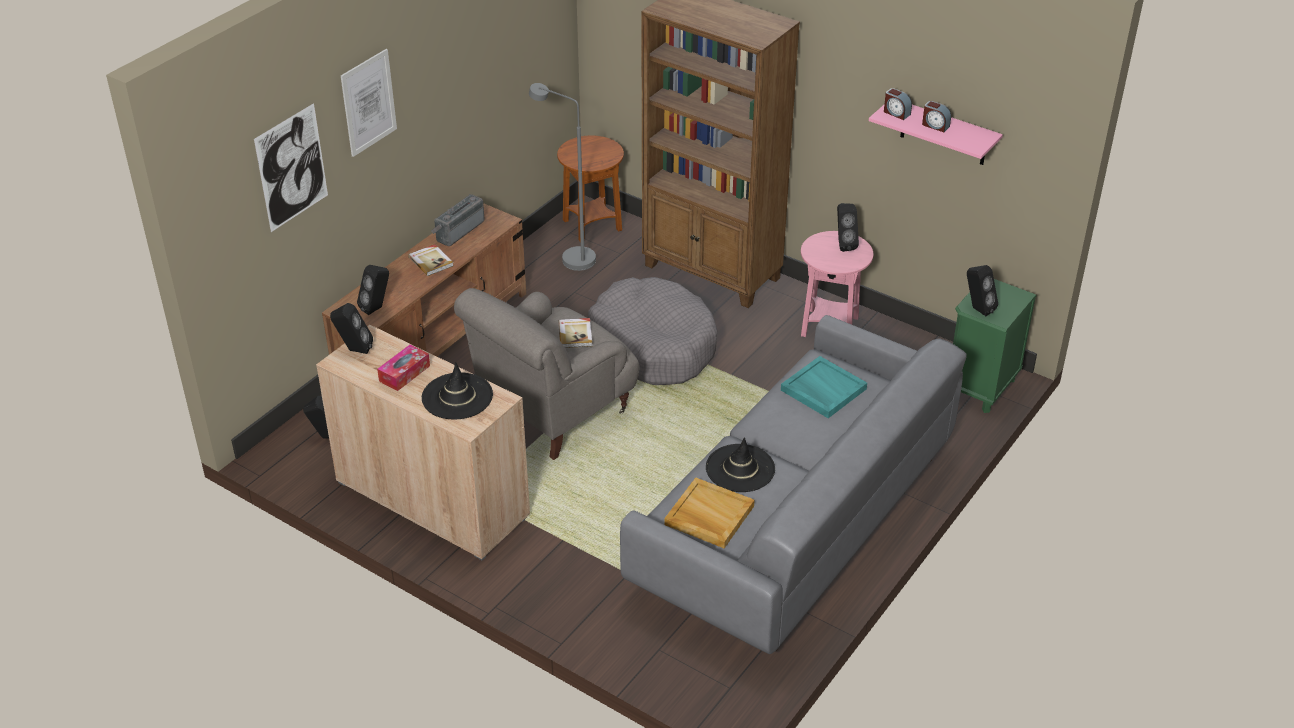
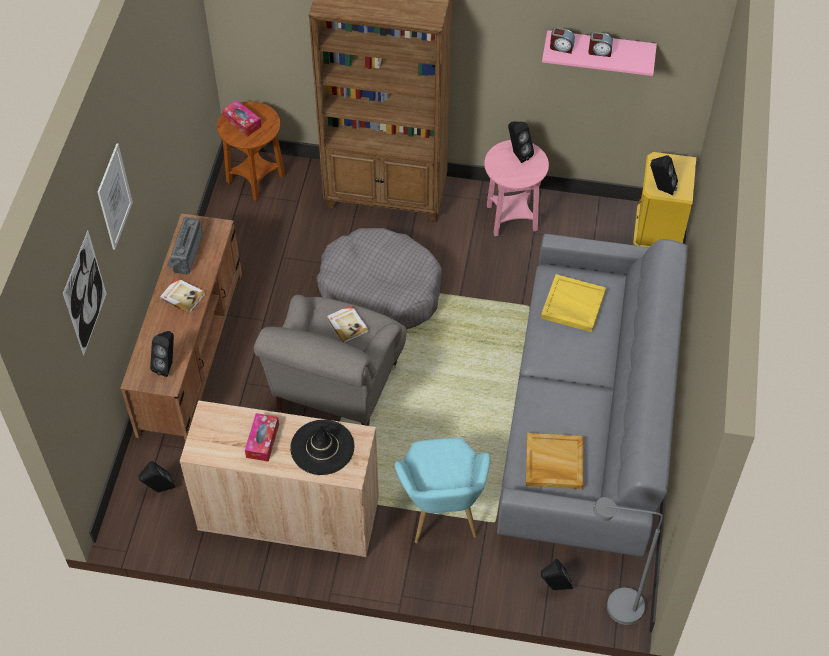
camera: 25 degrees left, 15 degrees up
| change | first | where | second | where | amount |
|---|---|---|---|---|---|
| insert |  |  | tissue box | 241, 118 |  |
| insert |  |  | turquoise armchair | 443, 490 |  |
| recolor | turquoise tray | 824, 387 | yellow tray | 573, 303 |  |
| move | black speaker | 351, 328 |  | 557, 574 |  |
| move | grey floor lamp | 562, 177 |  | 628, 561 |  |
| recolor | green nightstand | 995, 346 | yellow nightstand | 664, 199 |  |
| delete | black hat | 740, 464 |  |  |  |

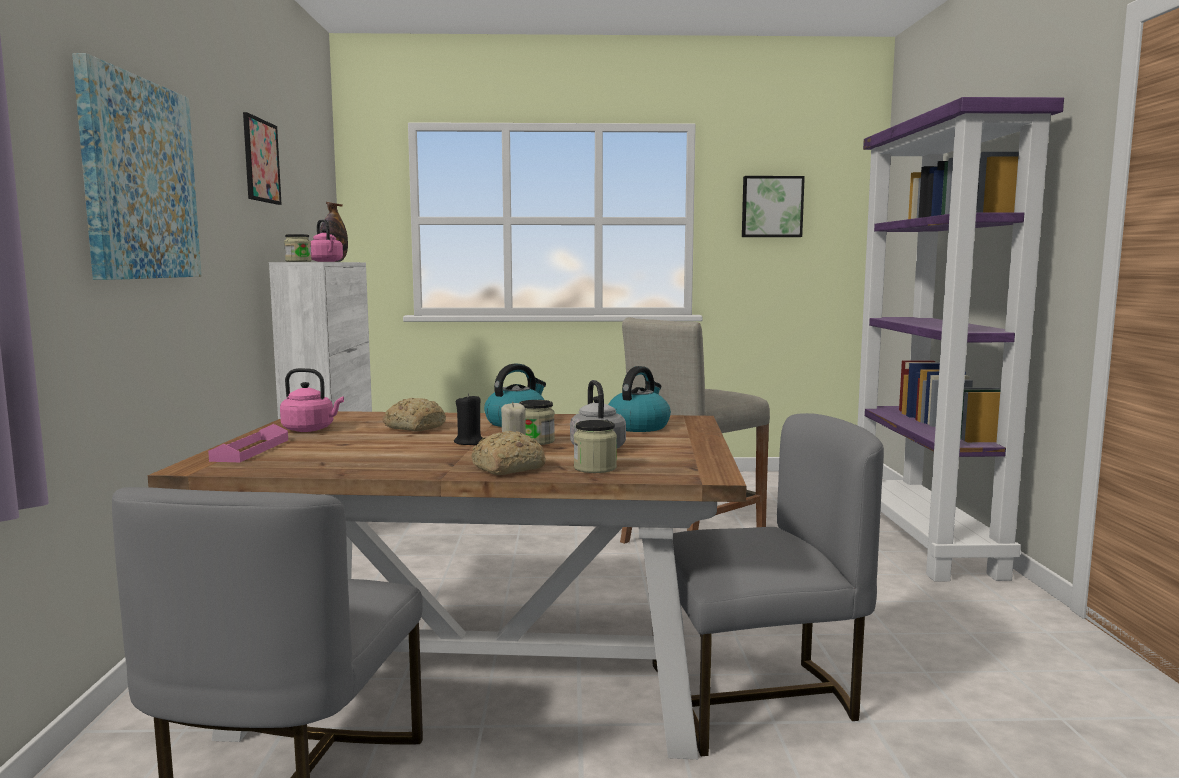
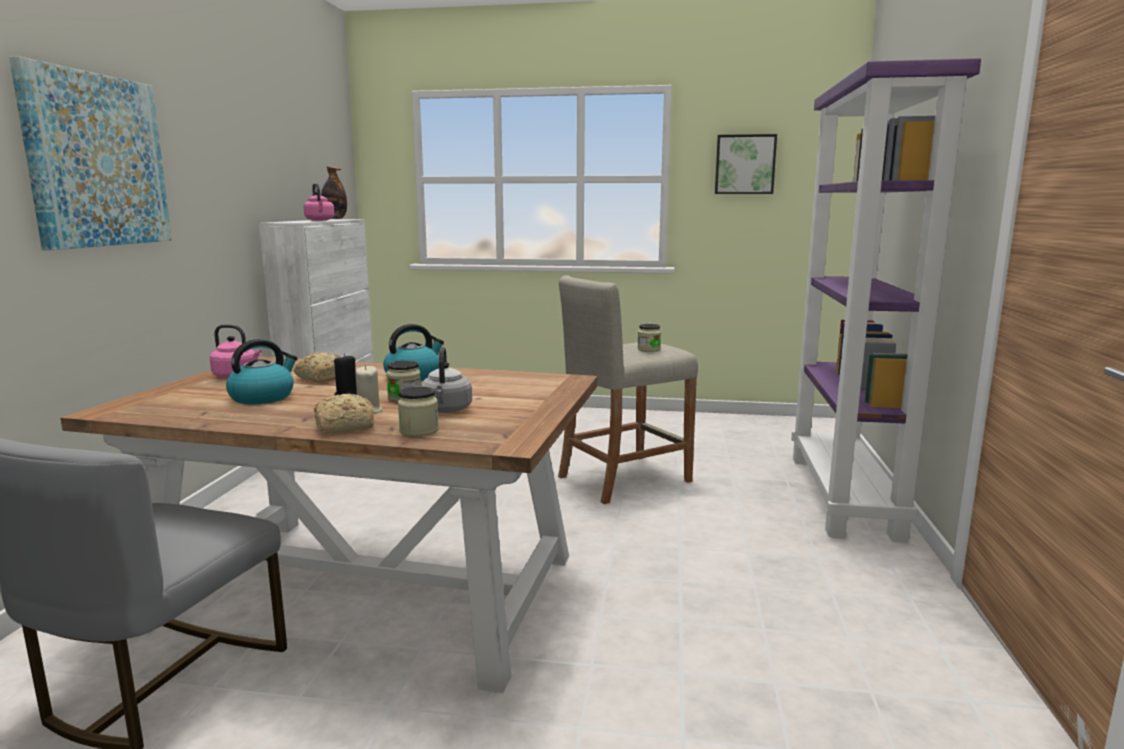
camera: 10 degrees right, 5 degrees up
| change | first | where | second | where | amount |
|---|---|---|---|---|---|
| move | kettle | 639, 399 |  | 262, 371 |  |
| move | jar | 298, 248 |  | 649, 338 |  |
| delete | pink tray | 248, 443 |  |  |  |
| delete | picture | 262, 158 |  |  |  |
| delete | grey chair | 768, 584 |  |  |  |

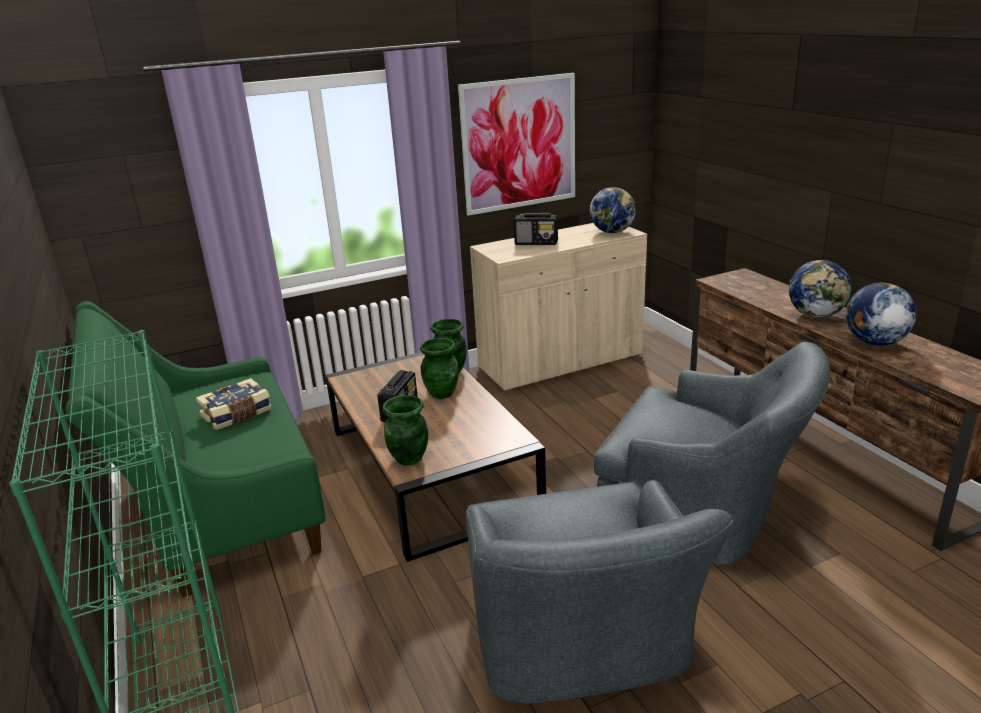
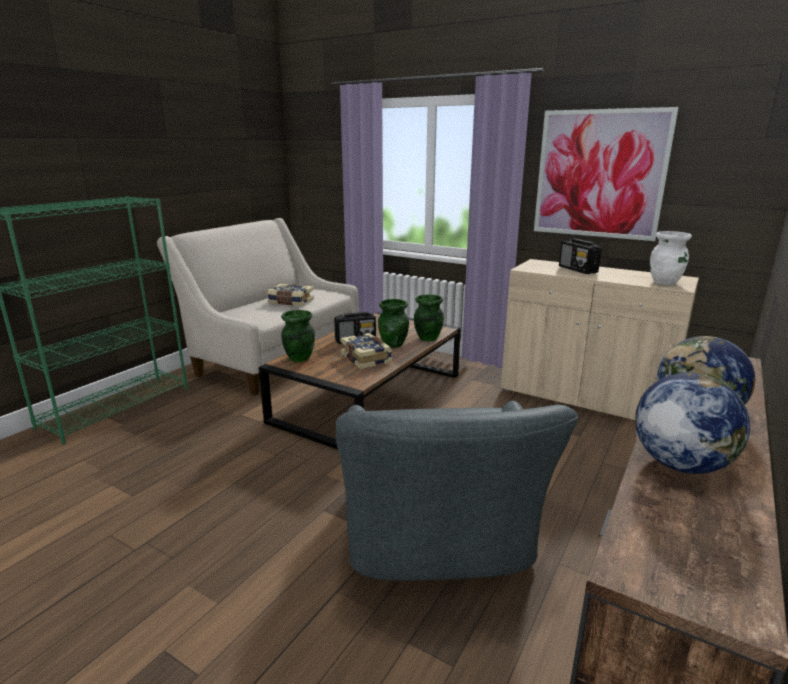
camera: 55 degrees right, 5 degrees down
| change | first | where | second | where | amount |
|---|---|---|---|---|---|
| recolor | green sofa | 195, 449 | beige sofa | 257, 306 |  |
| insert |  |  | book | 366, 351 |  |
| replace | globe | 613, 210 | white vase | 671, 258 |  |
| delete | grey armchair | 599, 592 |  |  |  |

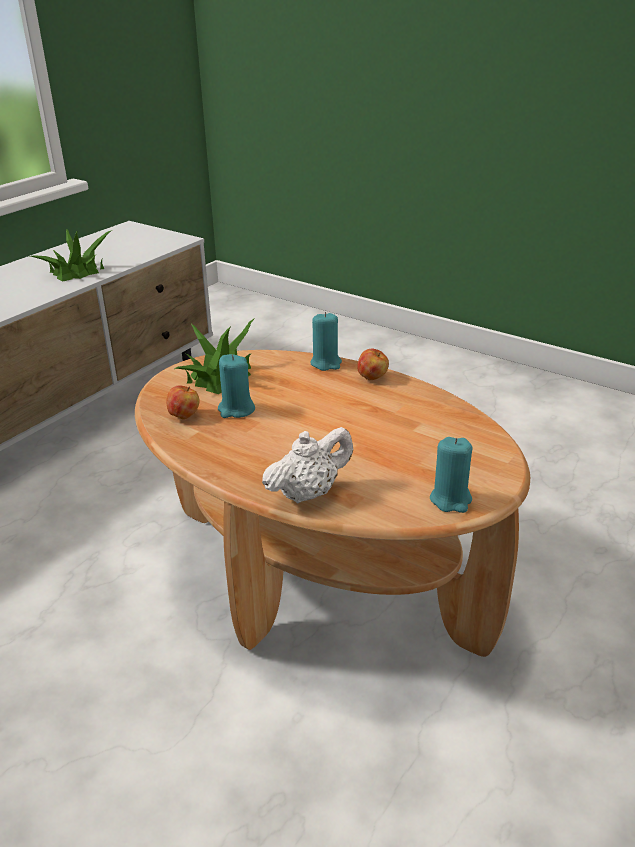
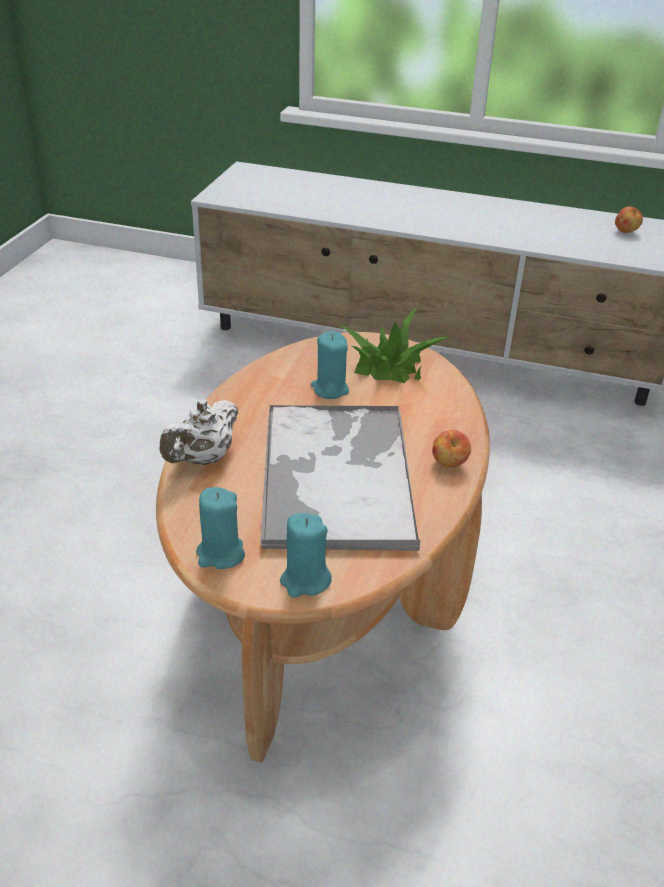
camera: 70 degrees right, 5 degrees up
| change | first | where | second | where | amount |
|---|---|---|---|---|---|
| rotate | white teapot | 307, 465 |  | 199, 432 | 90 degrees clockwise |
| insert |  |  | tray | 340, 478 |  |
| move | turquoise candle | 326, 341 |  | 306, 555 |  |
| move | apple | 183, 402 |  | 629, 219 |  |
| delete | potted plant | 70, 256 |  |  |  |

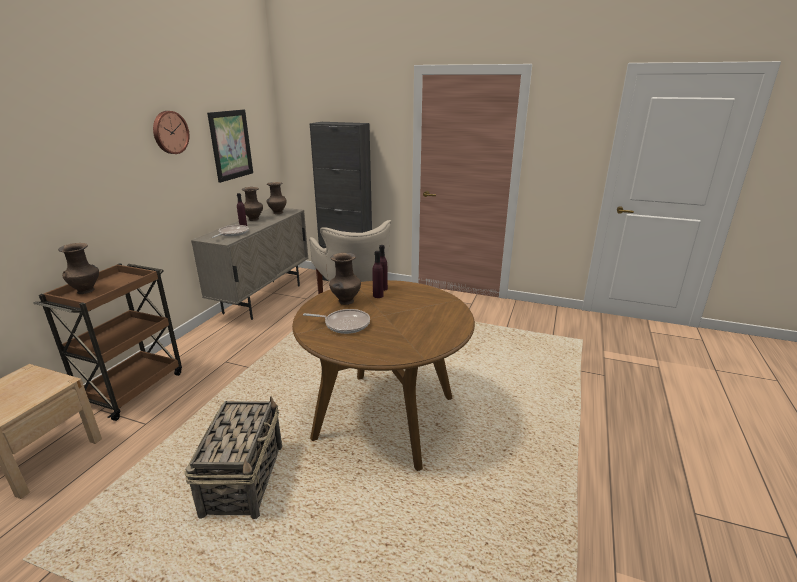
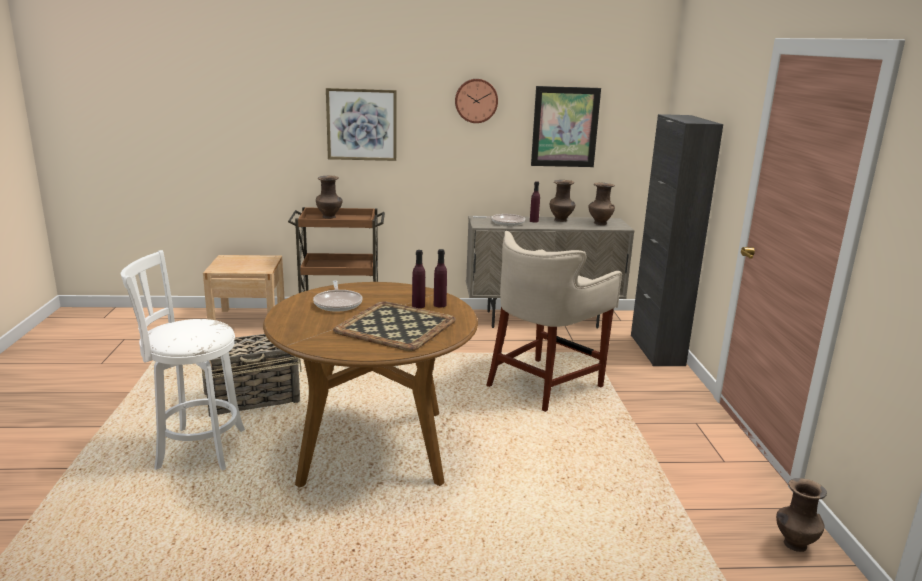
camera: 65 degrees right, 5 degrees down
| change | first | where | second | where | amount |
|---|---|---|---|---|---|
| insert |  |  | white stool | 183, 360 |  |
| insert |  |  | picture | 361, 124 |  |
| insert |  |  | tray | 394, 326 |  |
| move | brown vase | 345, 279 |  | 801, 515 |  |

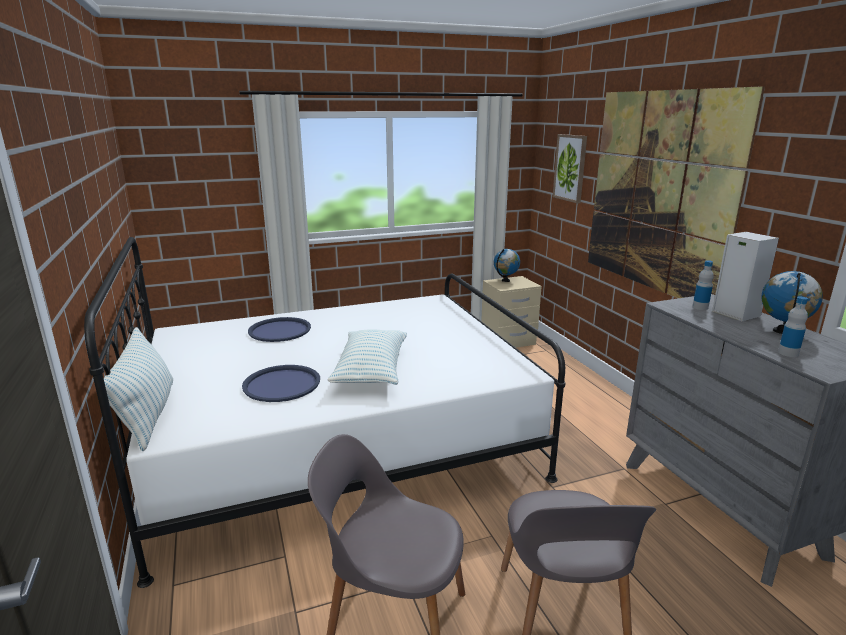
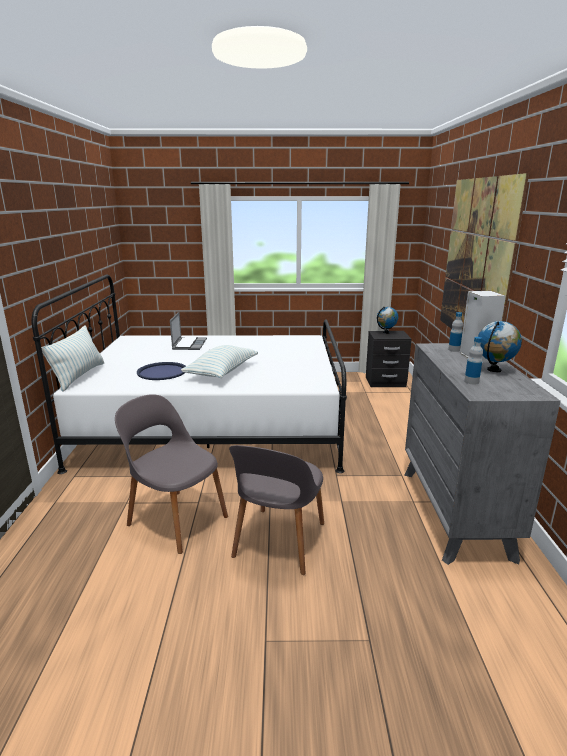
camera: 20 degrees right, 0 degrees up
| change | first | where | second | where | amount |
|---|---|---|---|---|---|
| replace | blue tray | 279, 329 | laptop | 188, 331 |  |
| recolor | beige nightstand | 511, 312 | black nightstand | 389, 359 |  |
| delete | picture | 570, 168 |  |  |  |

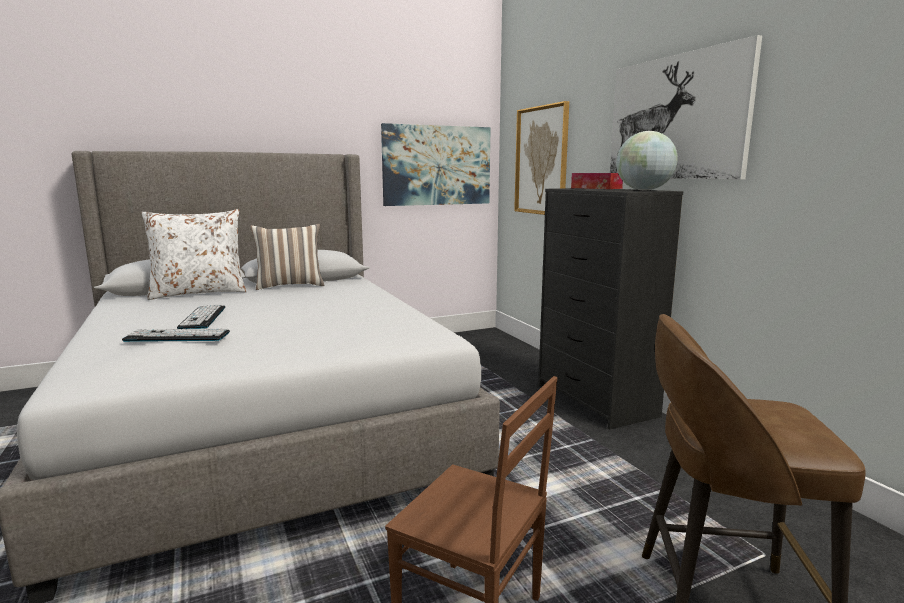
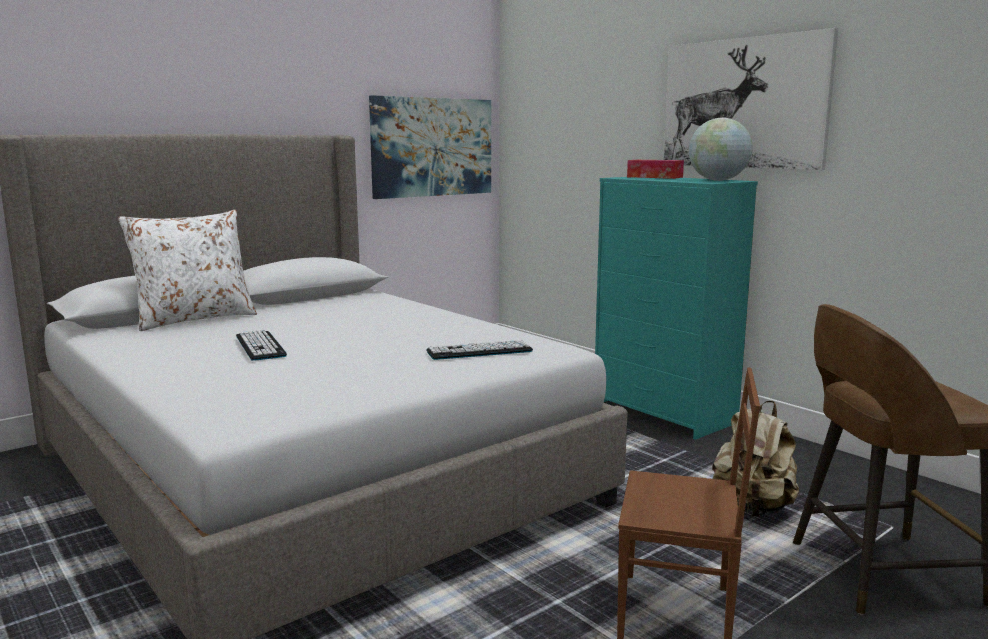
camera: 15 degrees left, 0 degrees up
| change | first | where | second | where | amount |
|---|---|---|---|---|---|
| move | keyboard | 176, 335 |  | 479, 350 |  |
| recolor | black dresser | 610, 308 | turquoise dresser | 676, 308 |  |
| insert |  |  | beige backpack | 755, 459 |  |
| delete | pillow | 287, 257 |  |  |  |
| delete | picture | 541, 158 |  |  |  |

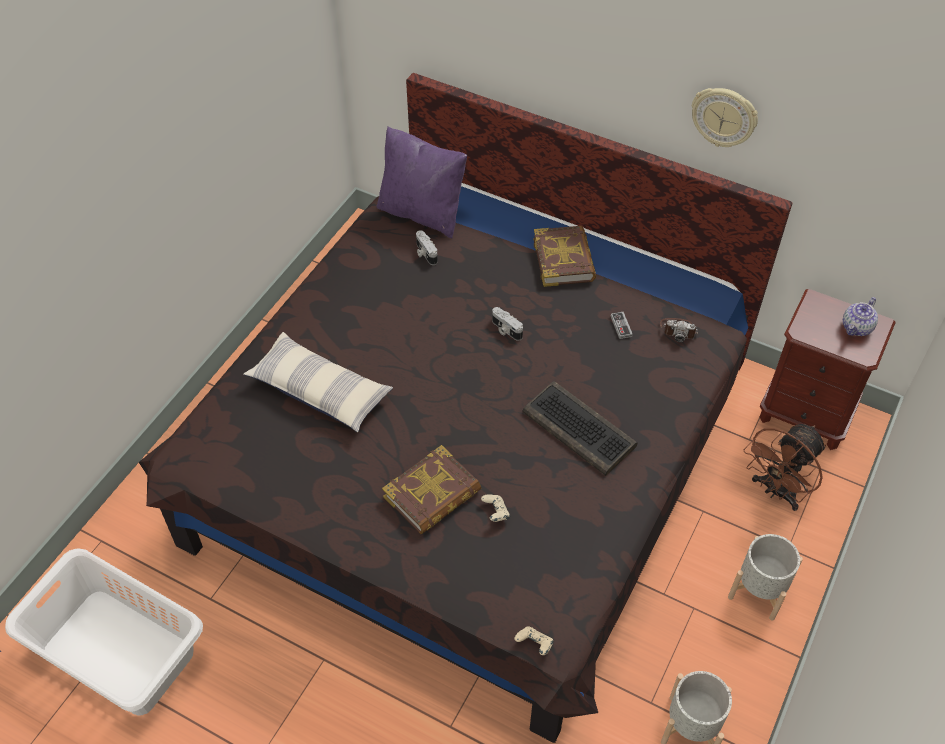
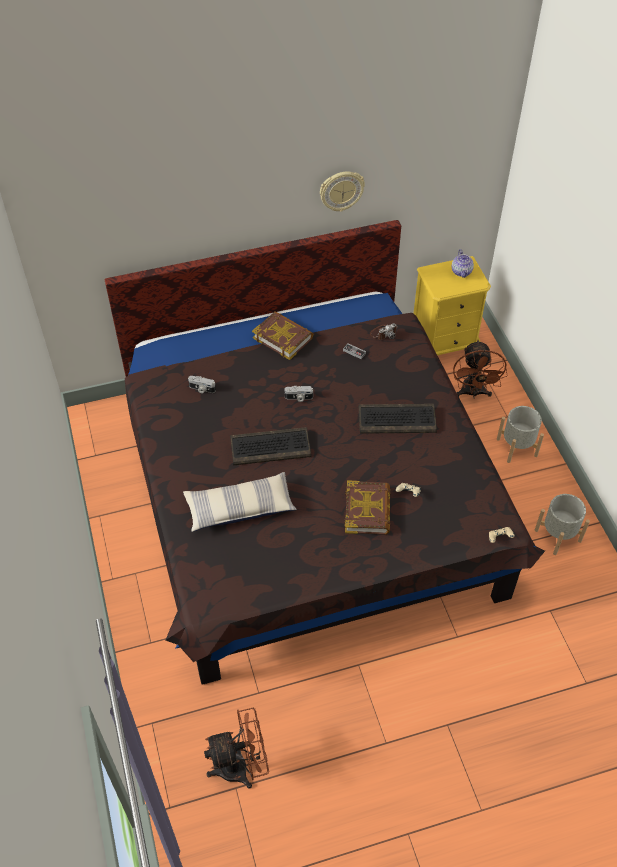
camera: 45 degrees left, 0 degrees up
| change | first | where | second | where | amount |
|---|---|---|---|---|---|
| replace | white laundry basket | 104, 632 | brown fan | 236, 748 |  |
| insert |  |  | keyboard | 270, 446 |  |
| recolor | brown nightstand | 828, 369 | yellow nightstand | 452, 305 |  |
| delete | purple pillow | 421, 182 |  |  |  |

